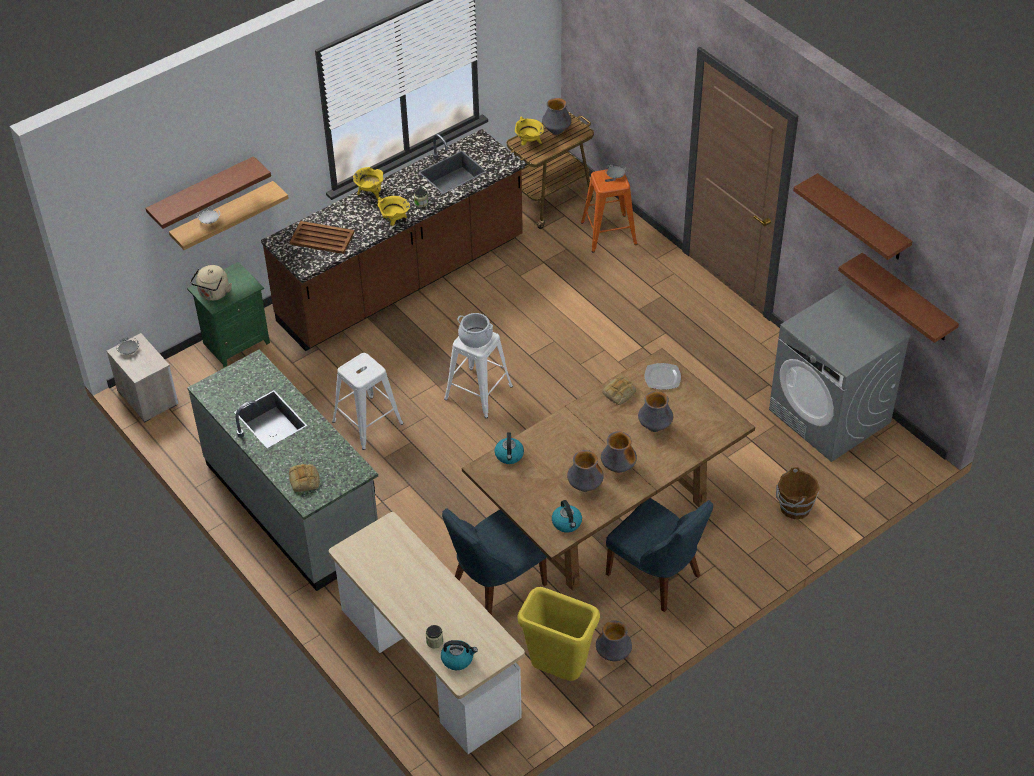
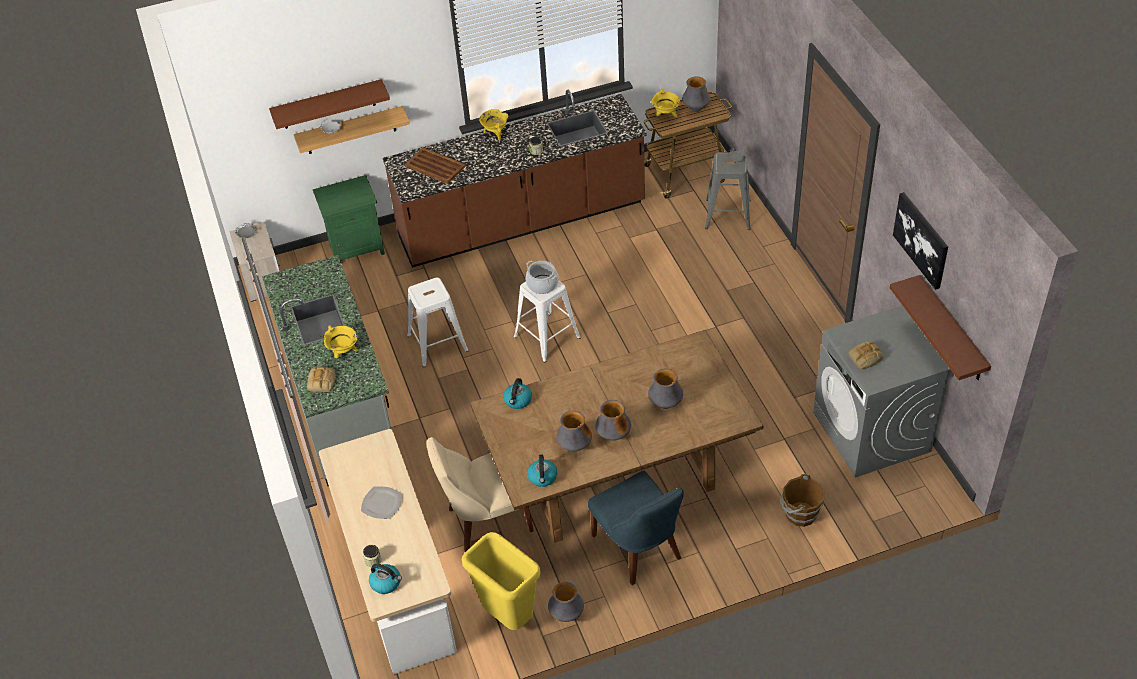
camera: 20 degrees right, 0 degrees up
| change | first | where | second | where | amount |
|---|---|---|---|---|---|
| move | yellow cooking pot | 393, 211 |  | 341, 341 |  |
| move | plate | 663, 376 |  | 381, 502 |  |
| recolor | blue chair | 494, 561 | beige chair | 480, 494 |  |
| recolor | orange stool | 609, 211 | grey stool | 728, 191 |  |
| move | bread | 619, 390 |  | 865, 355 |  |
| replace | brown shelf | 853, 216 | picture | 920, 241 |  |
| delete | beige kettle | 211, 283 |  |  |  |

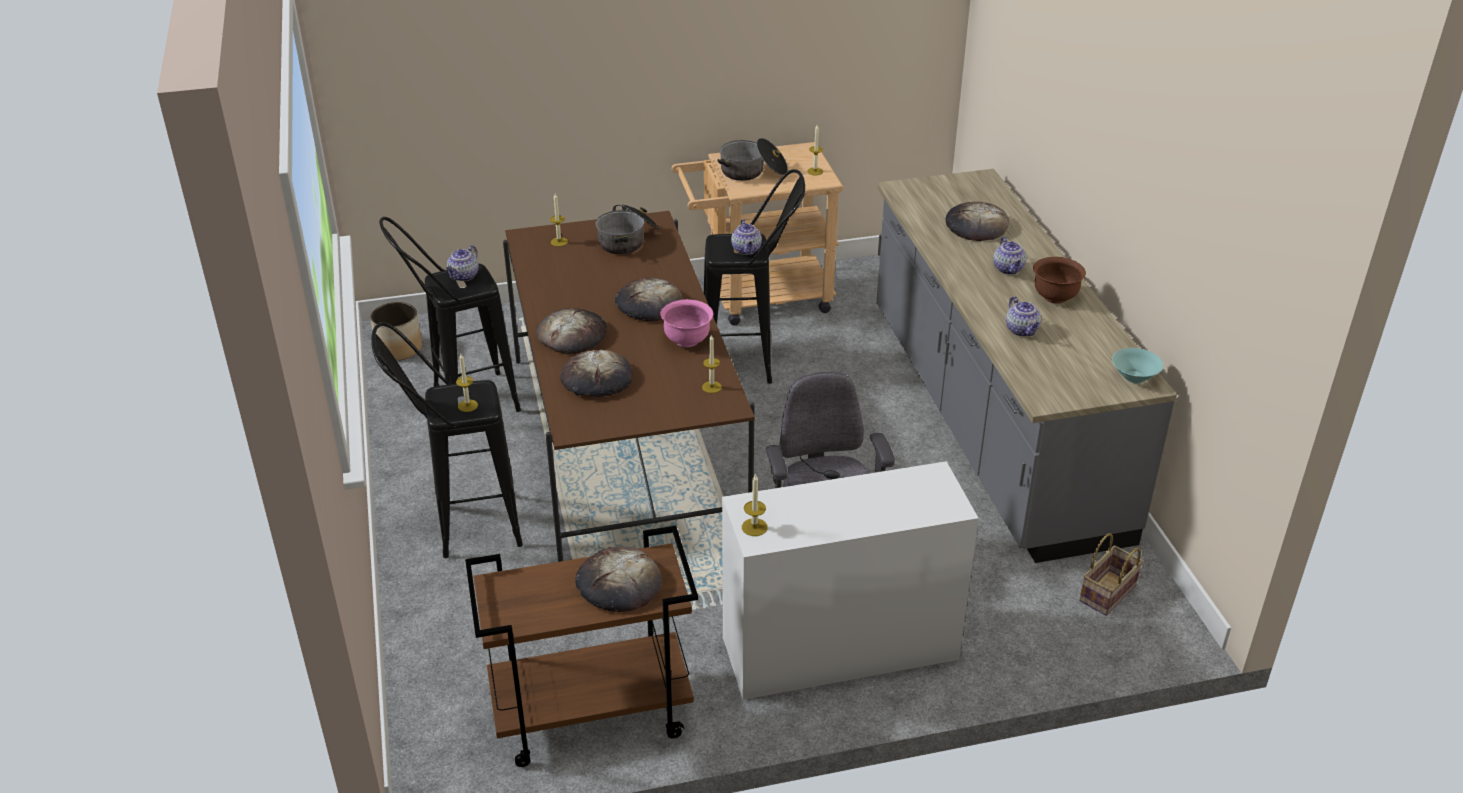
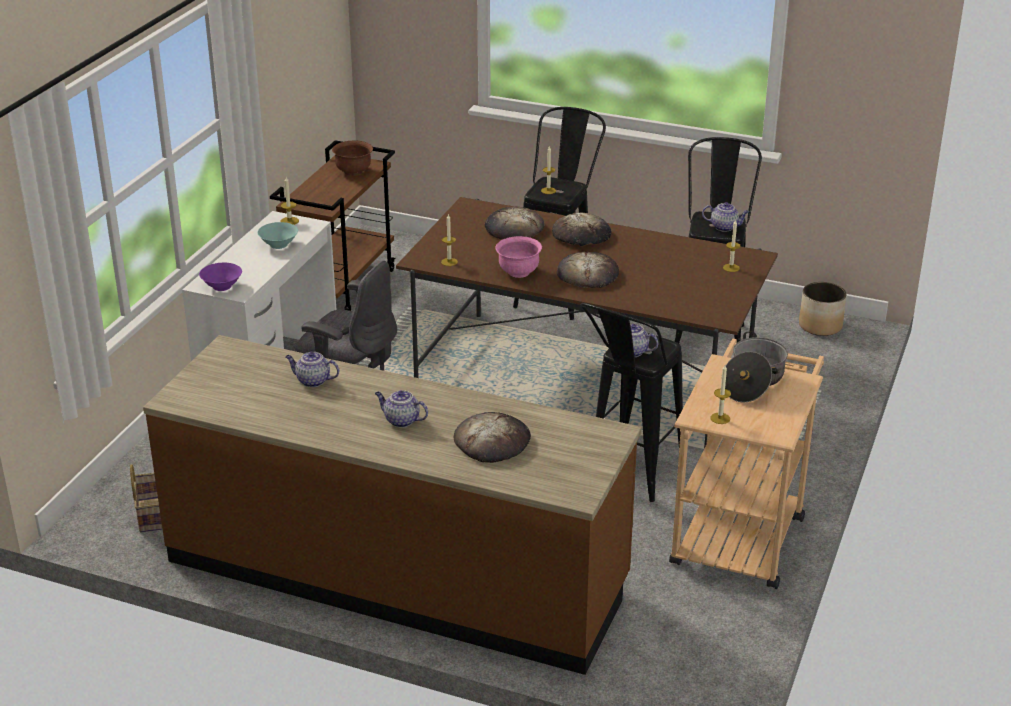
camera: 125 degrees right, 5 degrees down
| change | first | where | second | where | amount |
|---|---|---|---|---|---|
| recolor | grey counter | 1026, 366 | brown counter | 392, 505 |  |
| insert |  |  | purple bowl | 220, 277 |  |
| move | turquoise bowl | 1137, 366 |  | 277, 235 |  |
| move | brown bowl | 1059, 280 |  | 352, 158 |  |
| rotate | teapot | 462, 263 |  | 725, 217 | 135 degrees clockwise |
| delete | bread | 618, 579 |  |  |  |
| delete | cooking pot | 627, 229 |  |  |  |

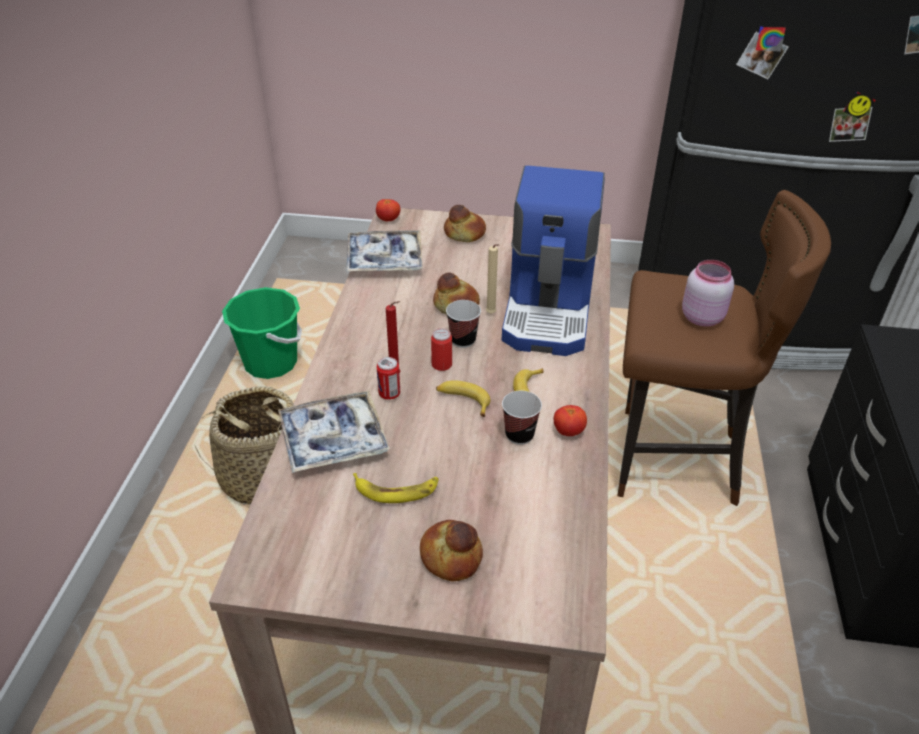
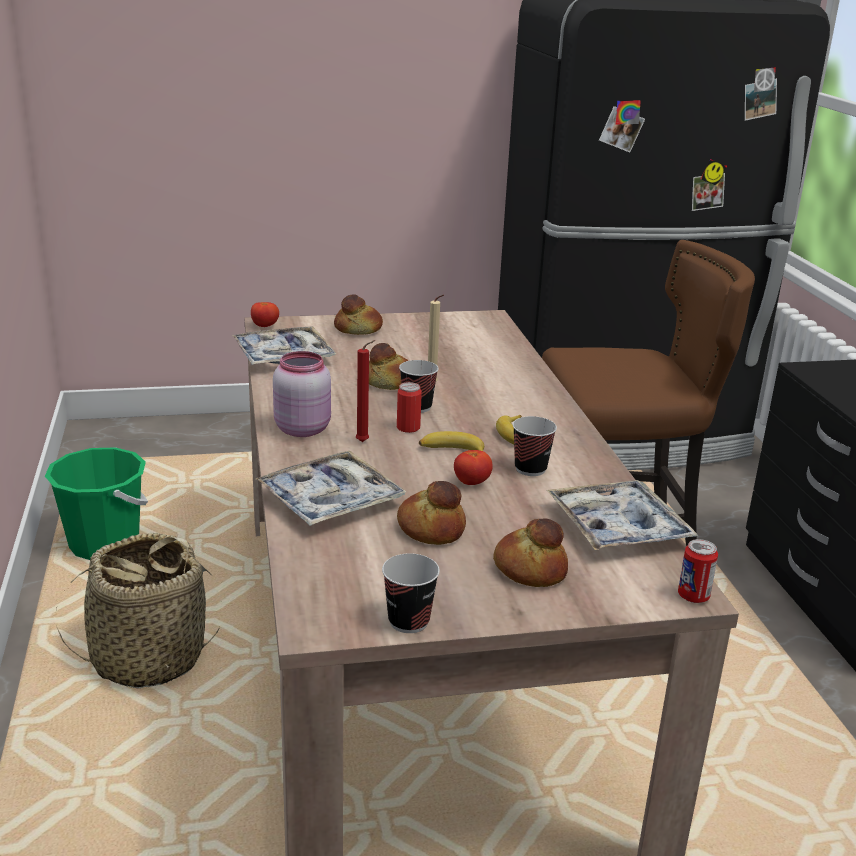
camera: 20 degrees left, 15 degrees down
| change | first | where | second | where | amount |
|---|---|---|---|---|---|
| move | pink jar | 708, 293 |  | 302, 394 |  |
| insert |  |  | cup | 411, 593 |  |
| replace | banana | 395, 488 | bread | 431, 513 |  |
| move | tomato | 570, 420 |  | 473, 467 |  |
| insert |  |  | tray | 622, 515 |  |
| move | can | 388, 378 |  | 698, 571 |  |
| delete | coffee machine | 553, 261 |  |  |  |

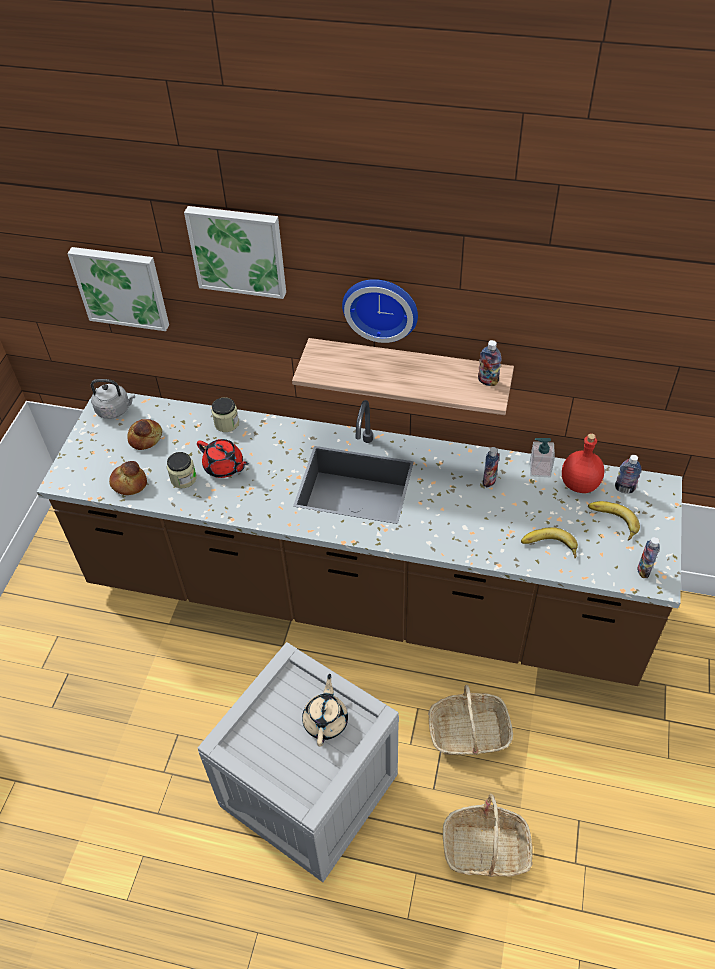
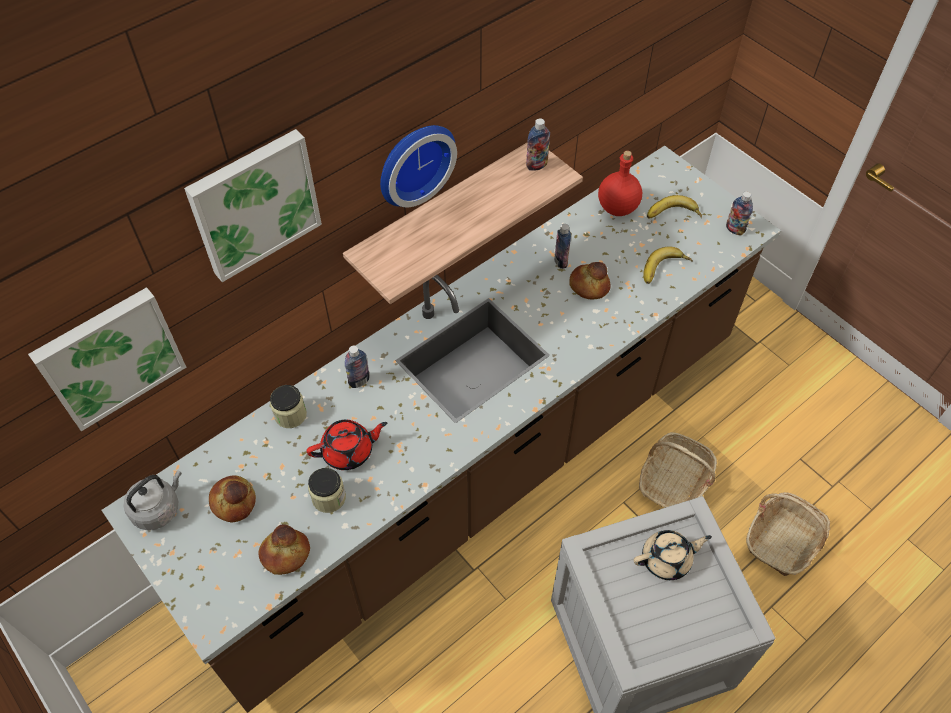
camera: 55 degrees left, 5 degrees up
| change | first | where | second | where | amount |
|---|---|---|---|---|---|
| move | bottle | 628, 474 |  | 357, 367 |  |
| insert |  |  | bread | 589, 280 |  |
| rotate | beige teapot | 325, 710 |  | 673, 555 | 120 degrees clockwise |
| delete | soap dispenser | 542, 457 |  |  |  |

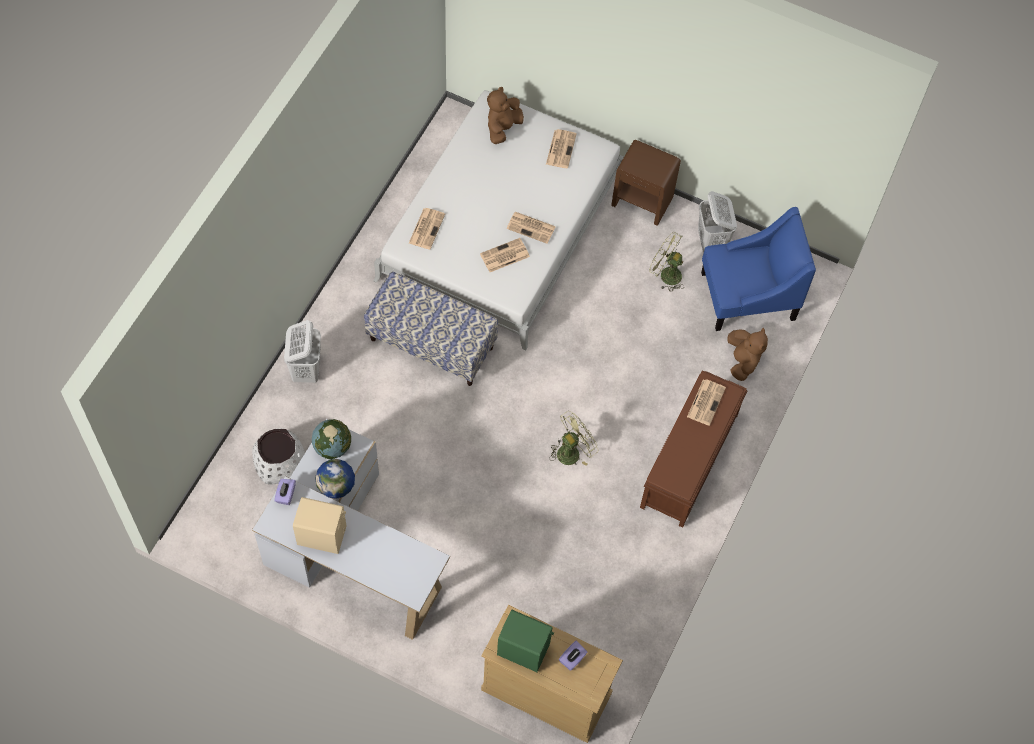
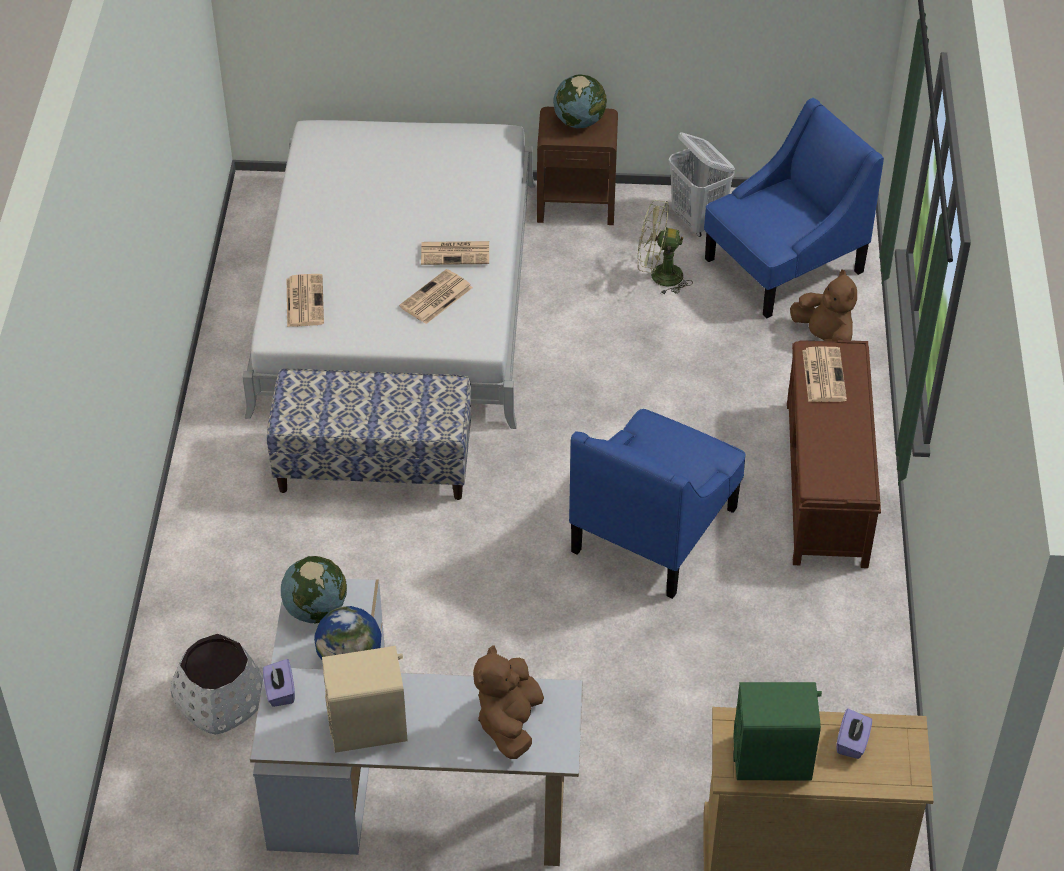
camera: 20 degrees left, 15 degrees down
| change | first | where | second | where | amount |
|---|---|---|---|---|---|
| move | brown plush toy | 505, 115 |  | 508, 702 |  |
| insert |  |  | globe | 580, 101 |  |
| replace | green fan | 574, 438 | blue armchair | 657, 504 |  |
| delete | white laundry basket | 302, 351 |  |  |  |
| delete | newspaper | 561, 148 |  |  |  |

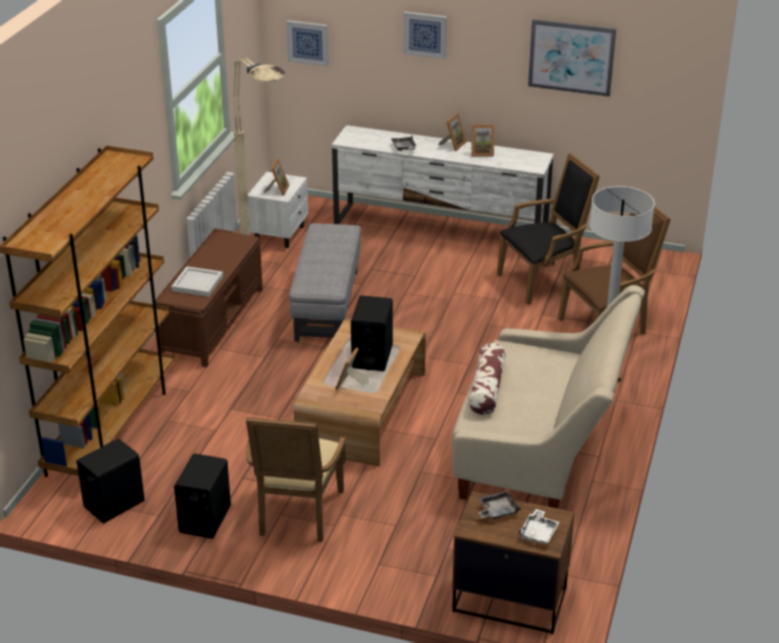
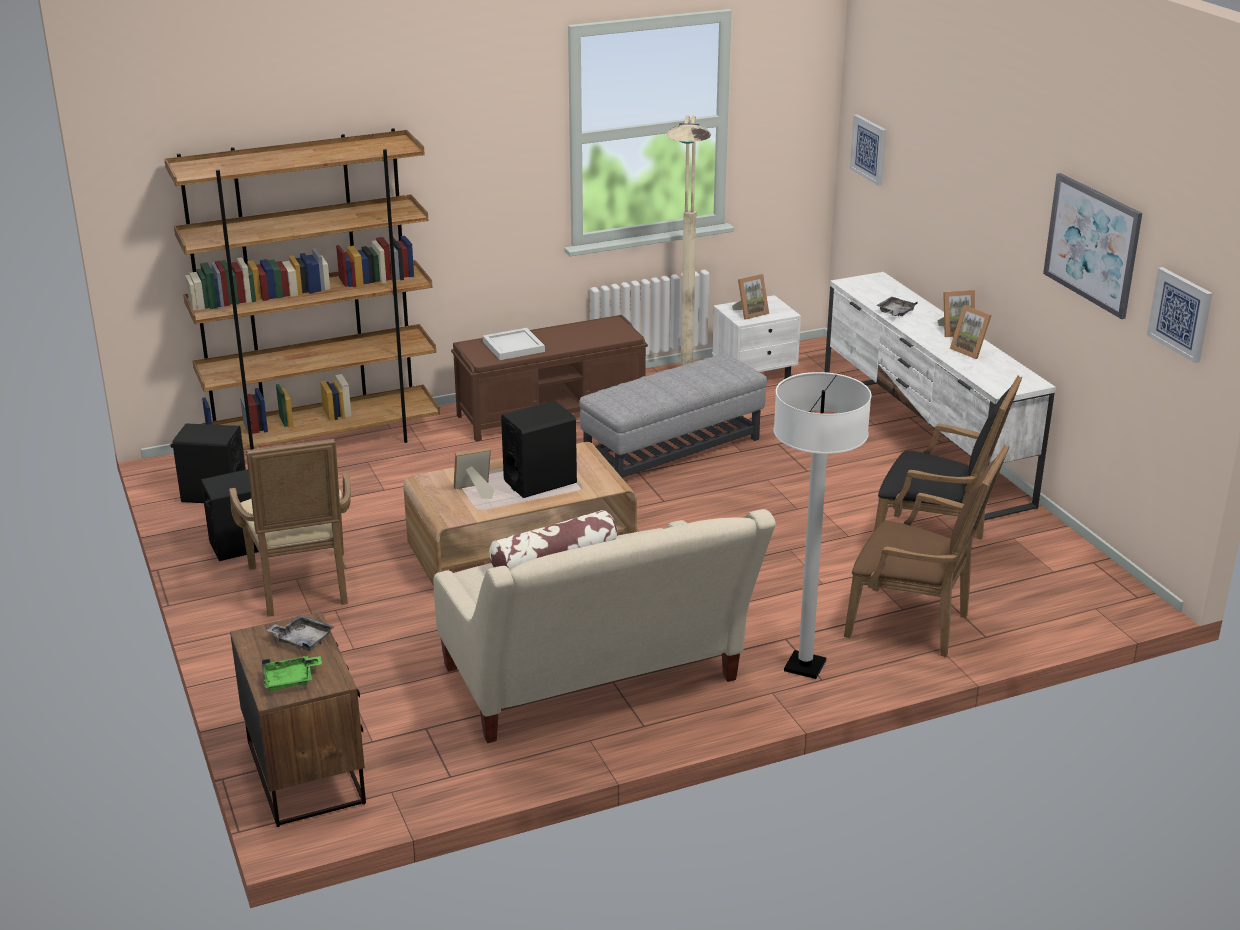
camera: 50 degrees right, 5 degrees down
| change | first | where | second | where | amount |
|---|---|---|---|---|---|
| rotate | beige armchair | 297, 479 |  | 290, 528 | 75 degrees counterclockwise |
| recolor | white tray | 539, 526 | green tray | 292, 673 |  |
| move | picture | 425, 35 |  | 1180, 315 |  |

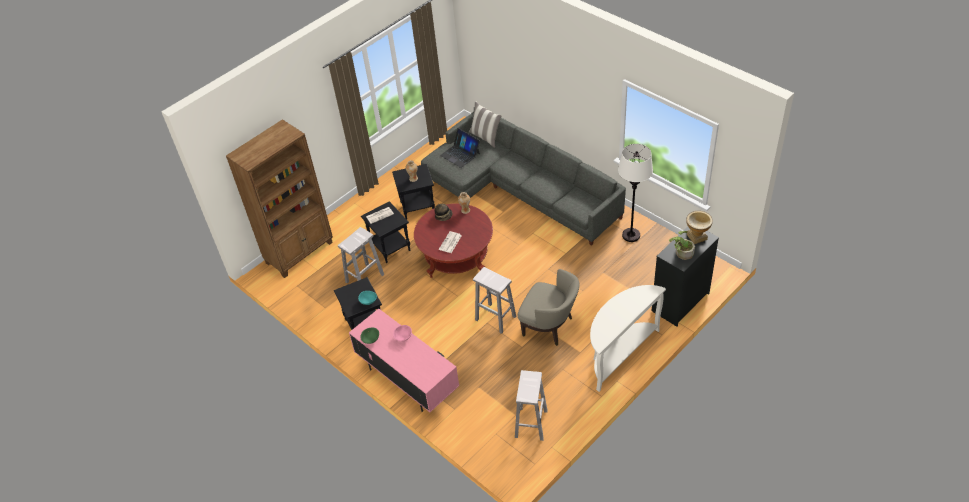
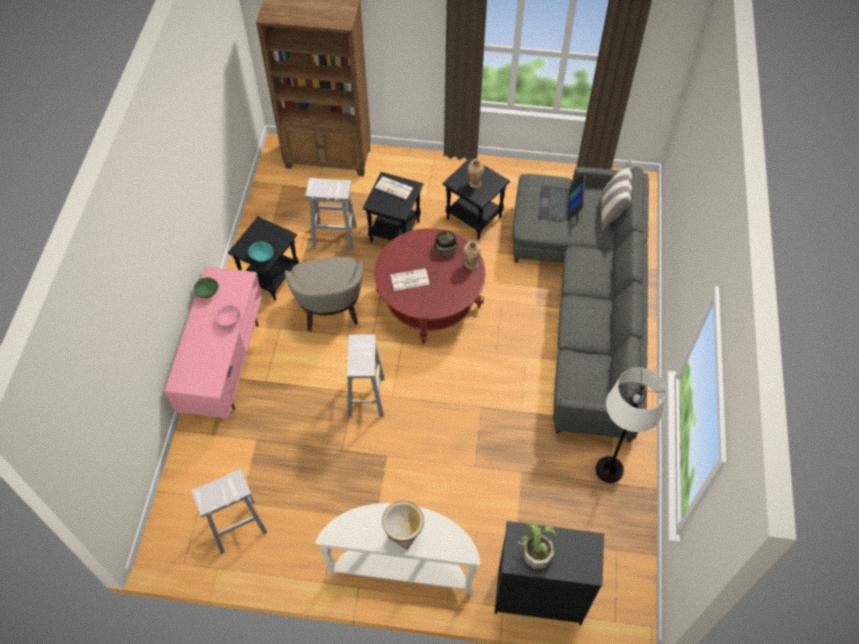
camera: 50 degrees right, 10 degrees up
| change | first | where | second | where | amount |
|---|---|---|---|---|---|
| move | beige armchair | 548, 307 |  | 324, 294 |  |
| move | vase | 699, 227 |  | 403, 525 |  |

